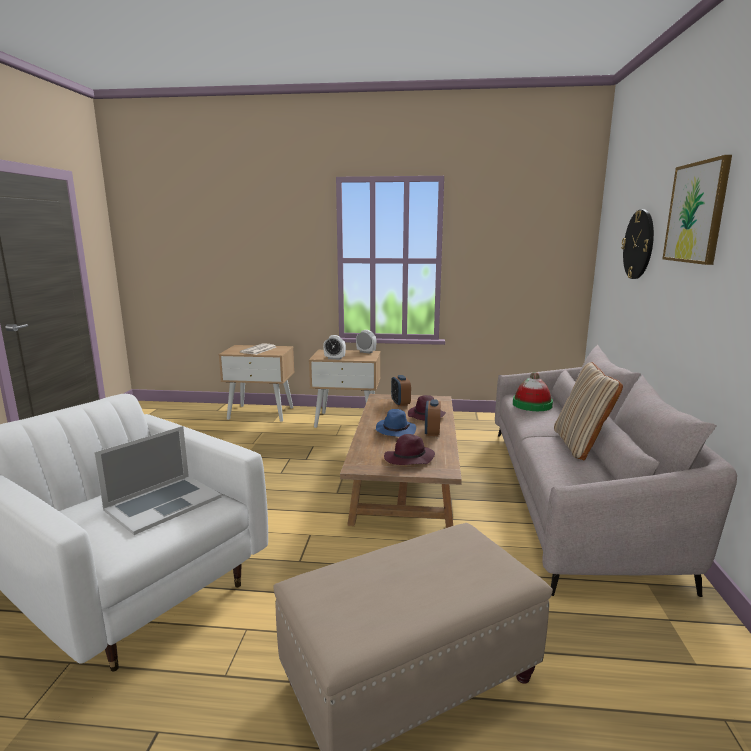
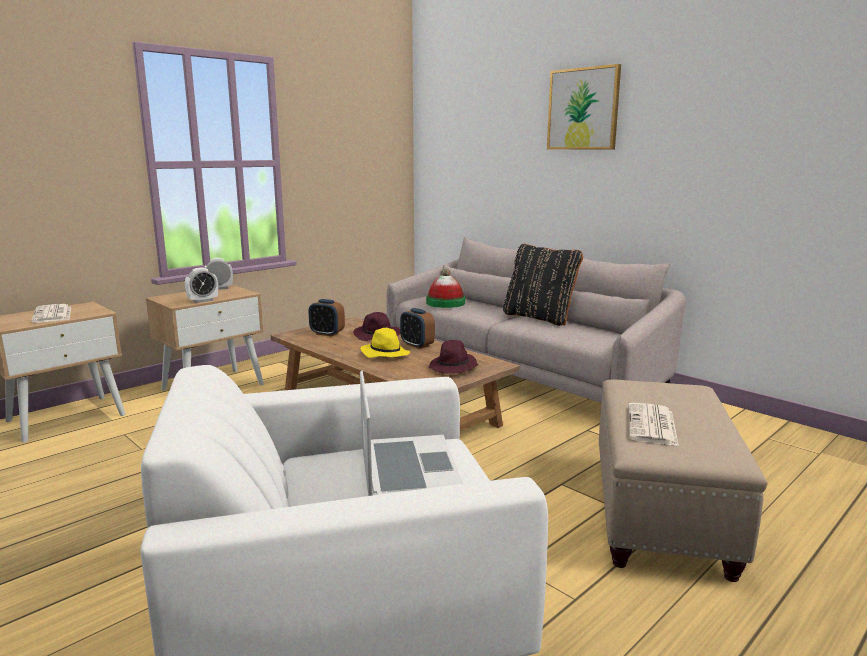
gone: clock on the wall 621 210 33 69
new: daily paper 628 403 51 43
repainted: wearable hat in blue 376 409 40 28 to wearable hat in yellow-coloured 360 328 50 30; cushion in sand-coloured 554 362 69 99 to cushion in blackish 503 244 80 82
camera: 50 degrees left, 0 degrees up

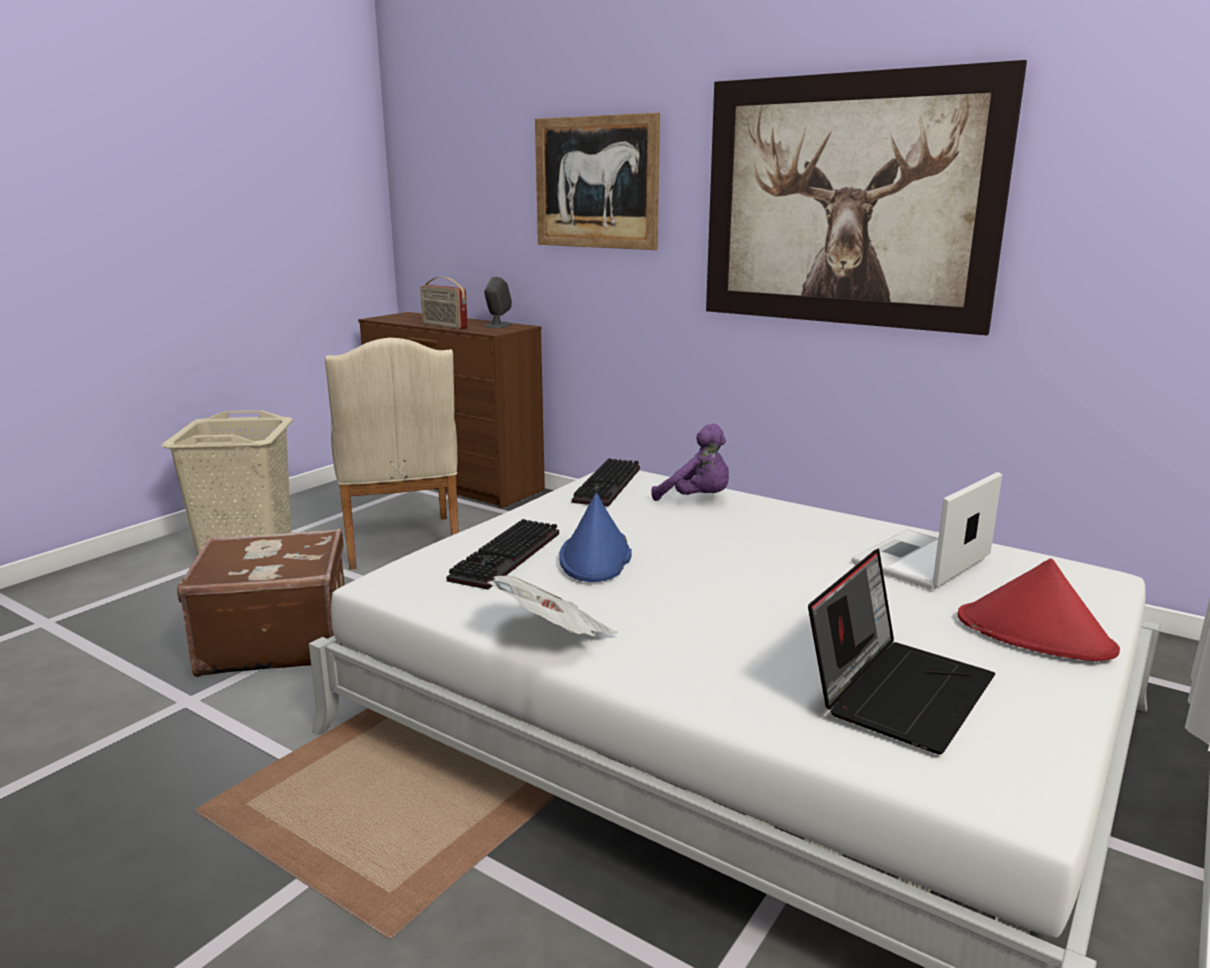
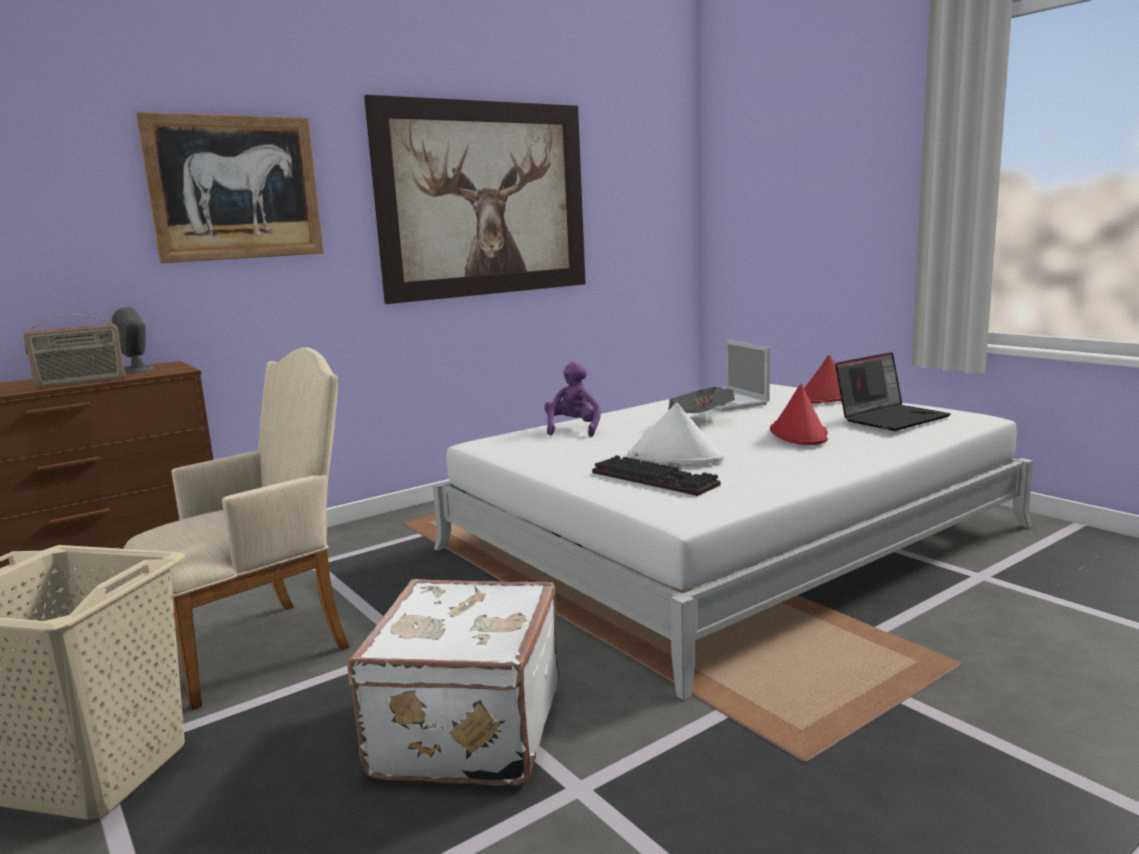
gone: keyboard 572 458 68 49
new: wearable hat in red-coloured 770 384 58 61
shifted: daily paper 488 576 130 61 to 668 387 67 26
repainted: travel case in brown-coloured 177 529 168 148 to travel case in whitish 347 579 212 207; wearable hat in blue 560 493 72 89 to wearable hat in whitish 628 403 97 61
rotated: lounge chair in sand-coloured 325 338 134 232 = 124 347 226 363 45 degrees counterclockwise; plush toy in purple-coloured 651 424 78 77 = 544 362 57 75 45 degrees counterclockwise; portable computer 808 549 187 205 = 835 352 116 79 90 degrees clockwise
camera: 70 degrees left, 5 degrees down

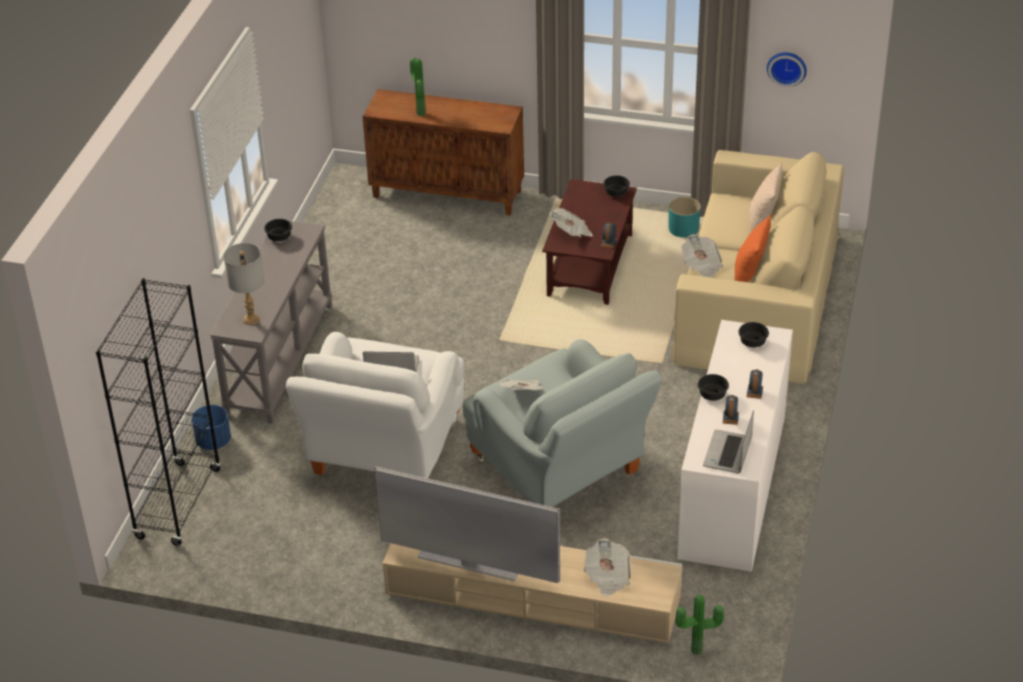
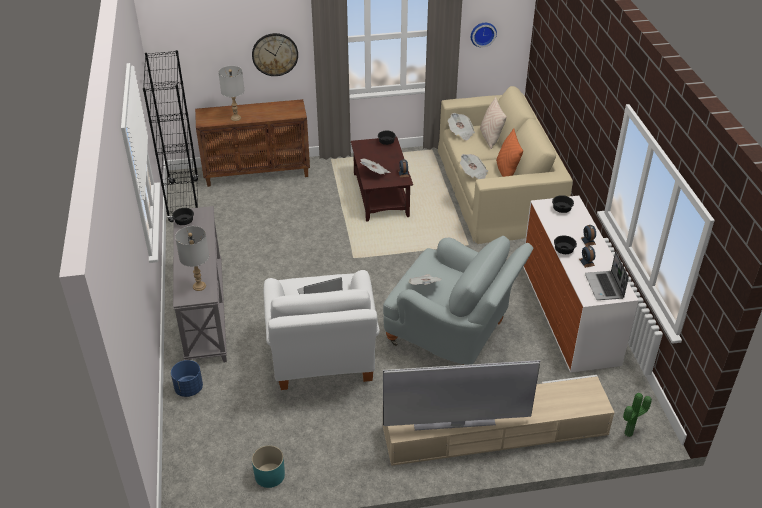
new: clock on the wall 252 33 46 43
shifted: shelving unit in blackish 96 278 125 268 to 143 50 56 172; daily paper 584 538 47 59 to 448 113 27 28; plant pot in turquoise 669 197 32 41 to 252 445 33 43
swapped: houseplant 410 58 16 58 to tabletop lamp in grey 218 66 26 55
camera: 25 degrees left, 0 degrees up

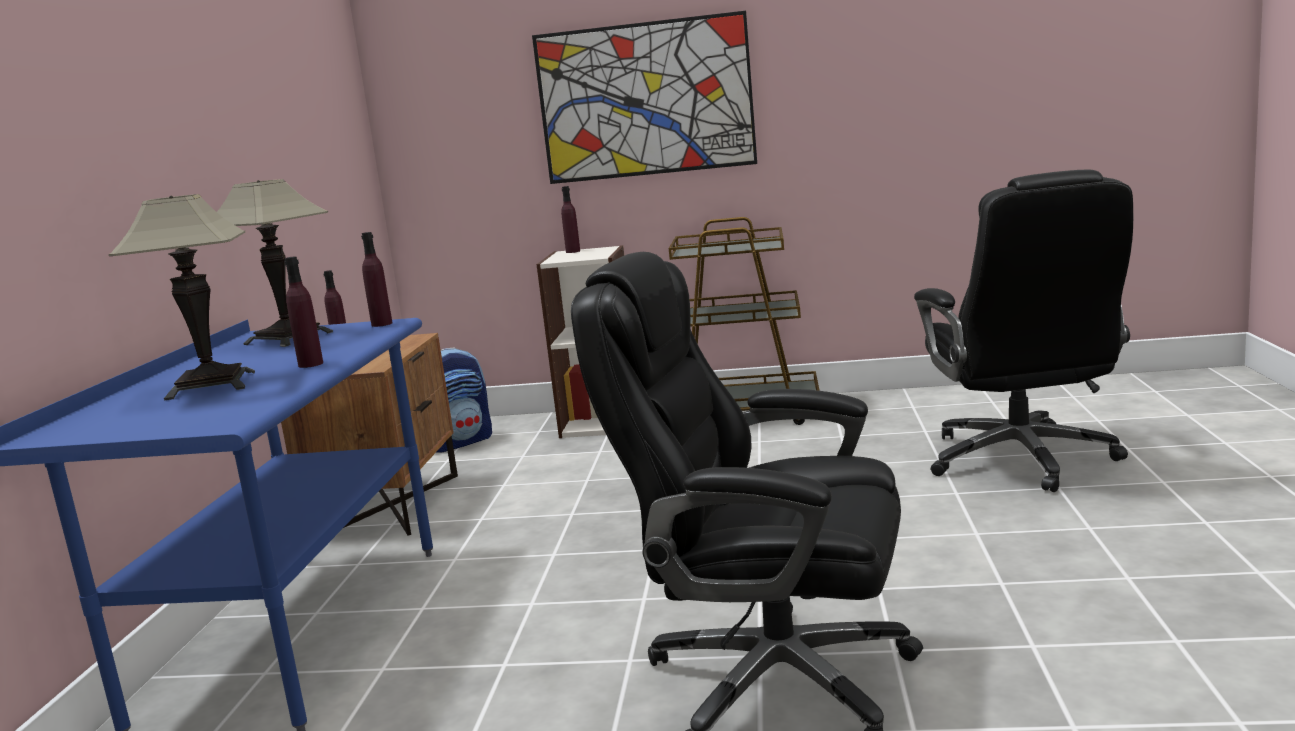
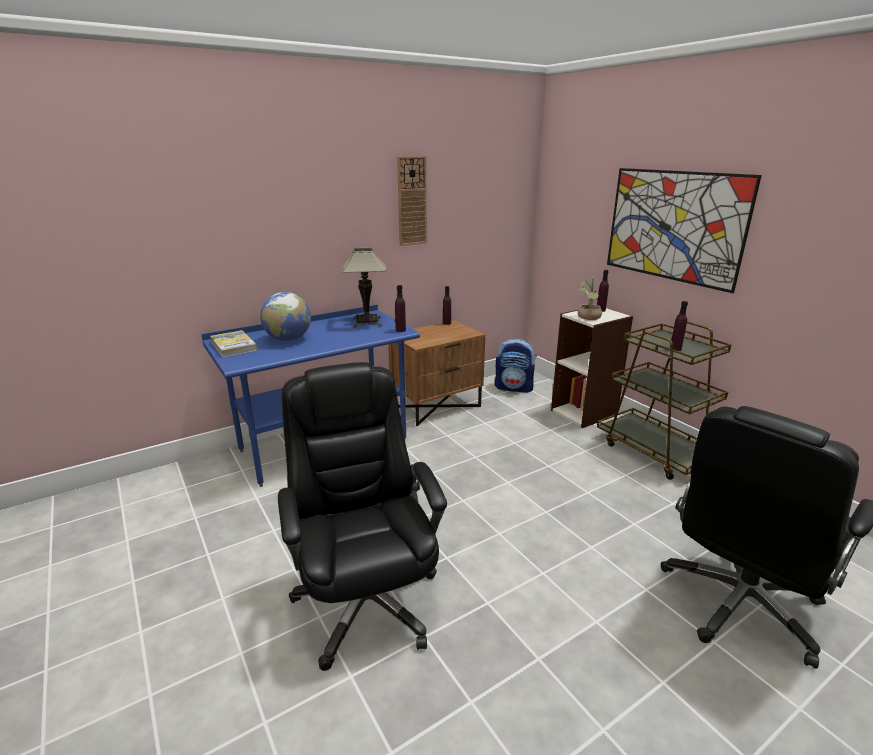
new: volume 210 330 47 27; clock on the wall 397 156 30 90; houseplant 578 278 24 42
shifted: beverage bottle in purple-coloured 284 256 39 112 to 670 301 18 50
swapped: tabletop lamp 109 194 146 207 to world globe 260 292 51 49
camera: 50 degrees right, 10 degrees up

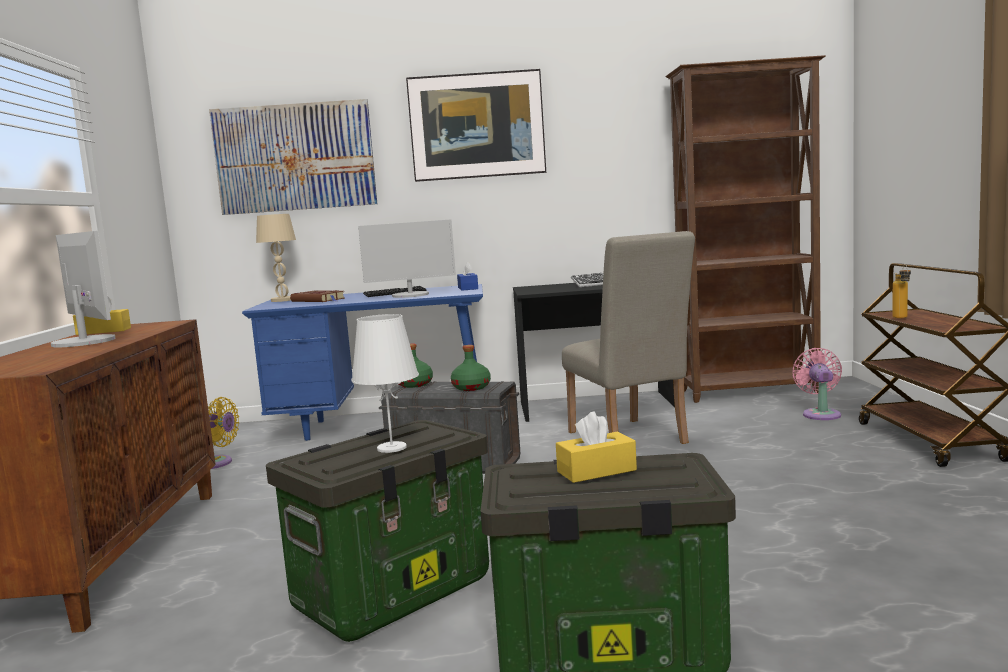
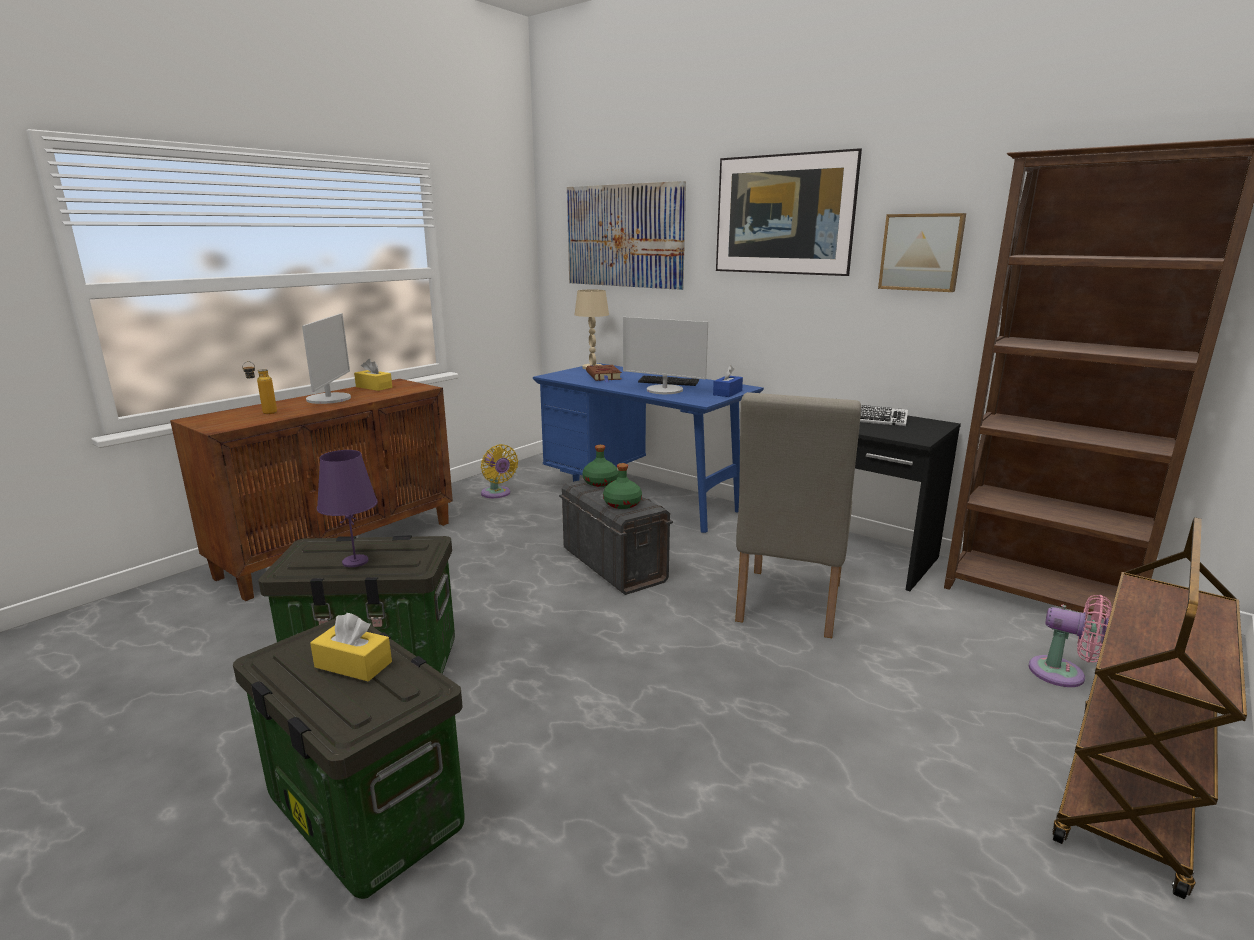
new: wall art 878 213 88 79
shifted: beverage bottle 892 264 19 54 to 242 361 35 53
repainted: tabletop lamp in whitish 351 314 68 139 to tabletop lamp in purple-coloured 317 450 61 117
rotated: cooling fan in pink-coloured 792 348 50 72 = 1029 595 83 92 75 degrees clockwise
camera: 40 degrees right, 10 degrees up

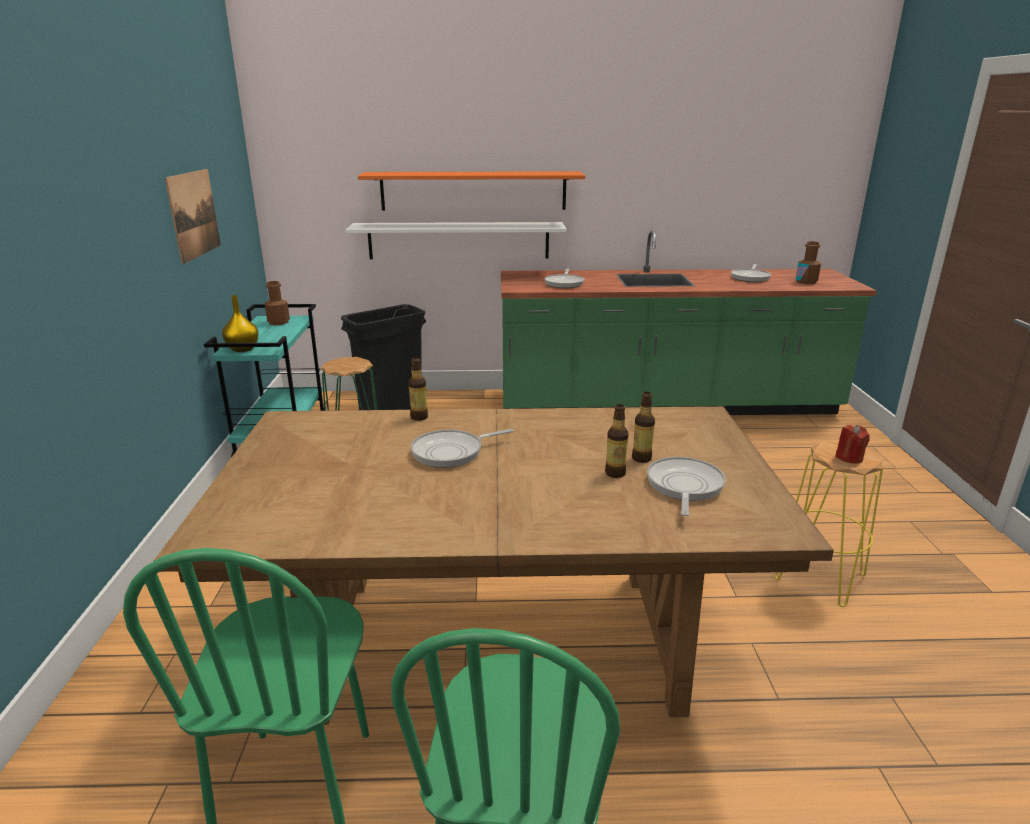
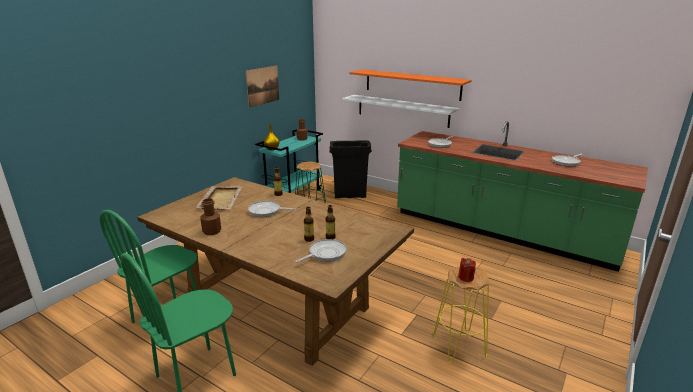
new: tray in sand-coloured 196 186 46 24
shifted: beverage bottle in brown-coloured 796 241 25 43 to 200 198 21 37
camera: 35 degrees right, 0 degrees up

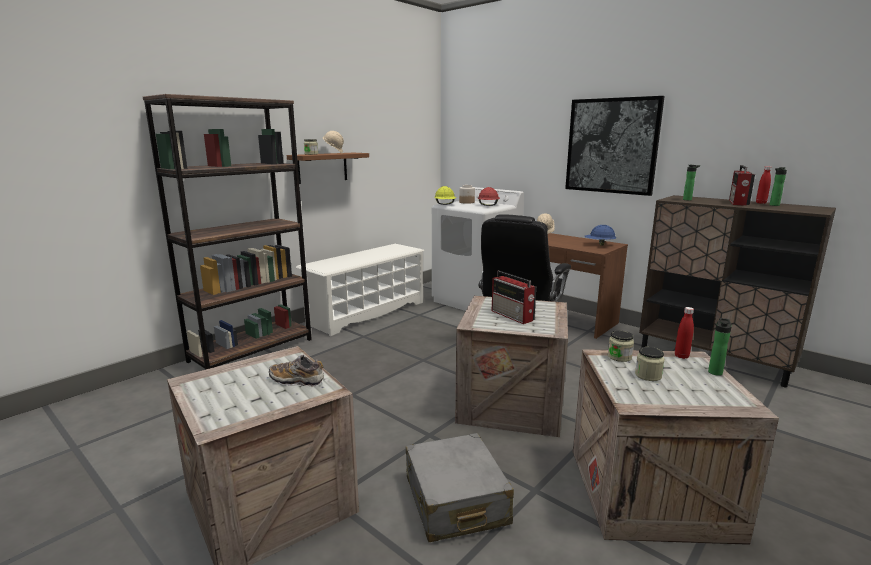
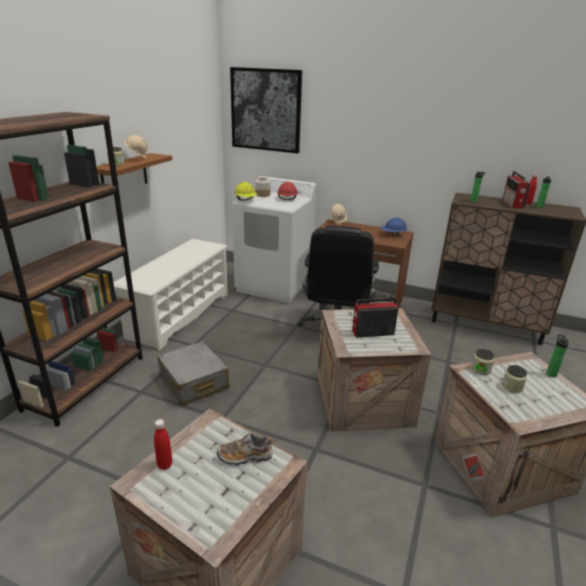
shifted: travel case in grey 406 433 108 109 to 157 341 73 65; wall art 565 96 100 100 to 230 67 72 86; beverage bottle in red-coloured 675 307 19 52 to 154 419 18 51
rotated: radio receiver 492 271 44 53 = 352 298 46 40 135 degrees clockwise
camera: 20 degrees left, 10 degrees up

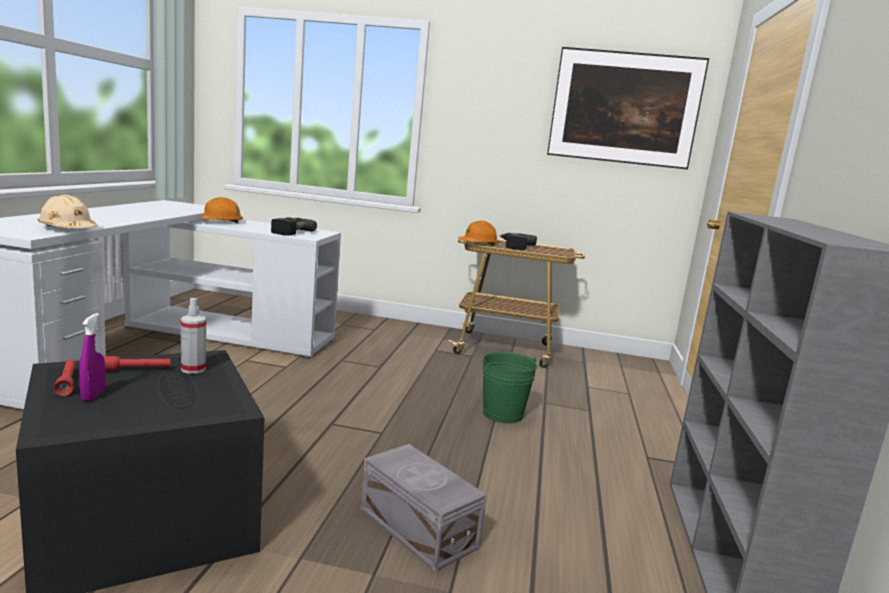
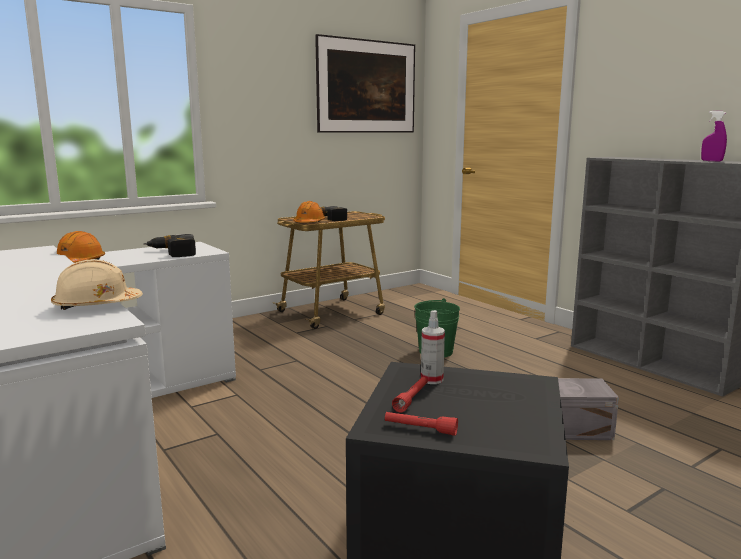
shifted: sprayer in purple-coloured 79 313 27 88 to 701 111 26 50
camera: 45 degrees left, 0 degrees up

